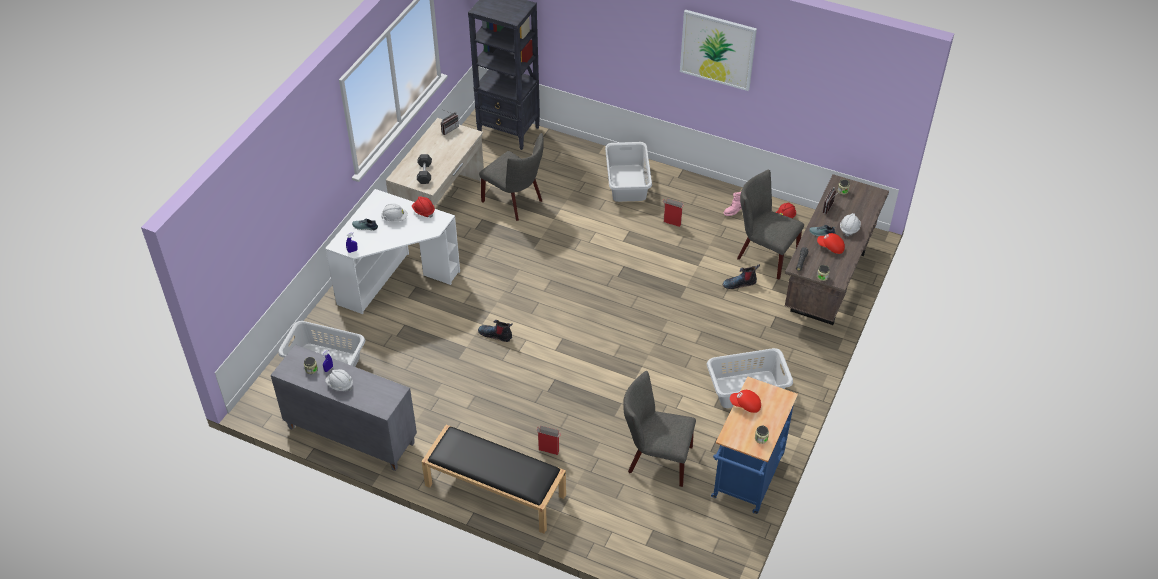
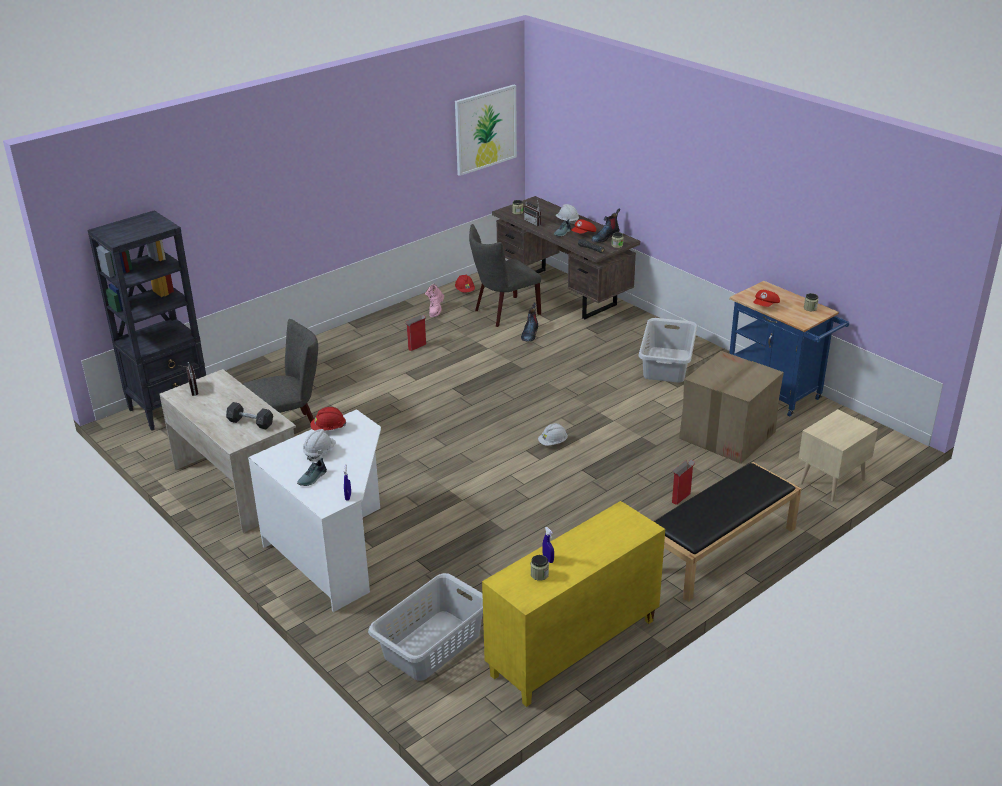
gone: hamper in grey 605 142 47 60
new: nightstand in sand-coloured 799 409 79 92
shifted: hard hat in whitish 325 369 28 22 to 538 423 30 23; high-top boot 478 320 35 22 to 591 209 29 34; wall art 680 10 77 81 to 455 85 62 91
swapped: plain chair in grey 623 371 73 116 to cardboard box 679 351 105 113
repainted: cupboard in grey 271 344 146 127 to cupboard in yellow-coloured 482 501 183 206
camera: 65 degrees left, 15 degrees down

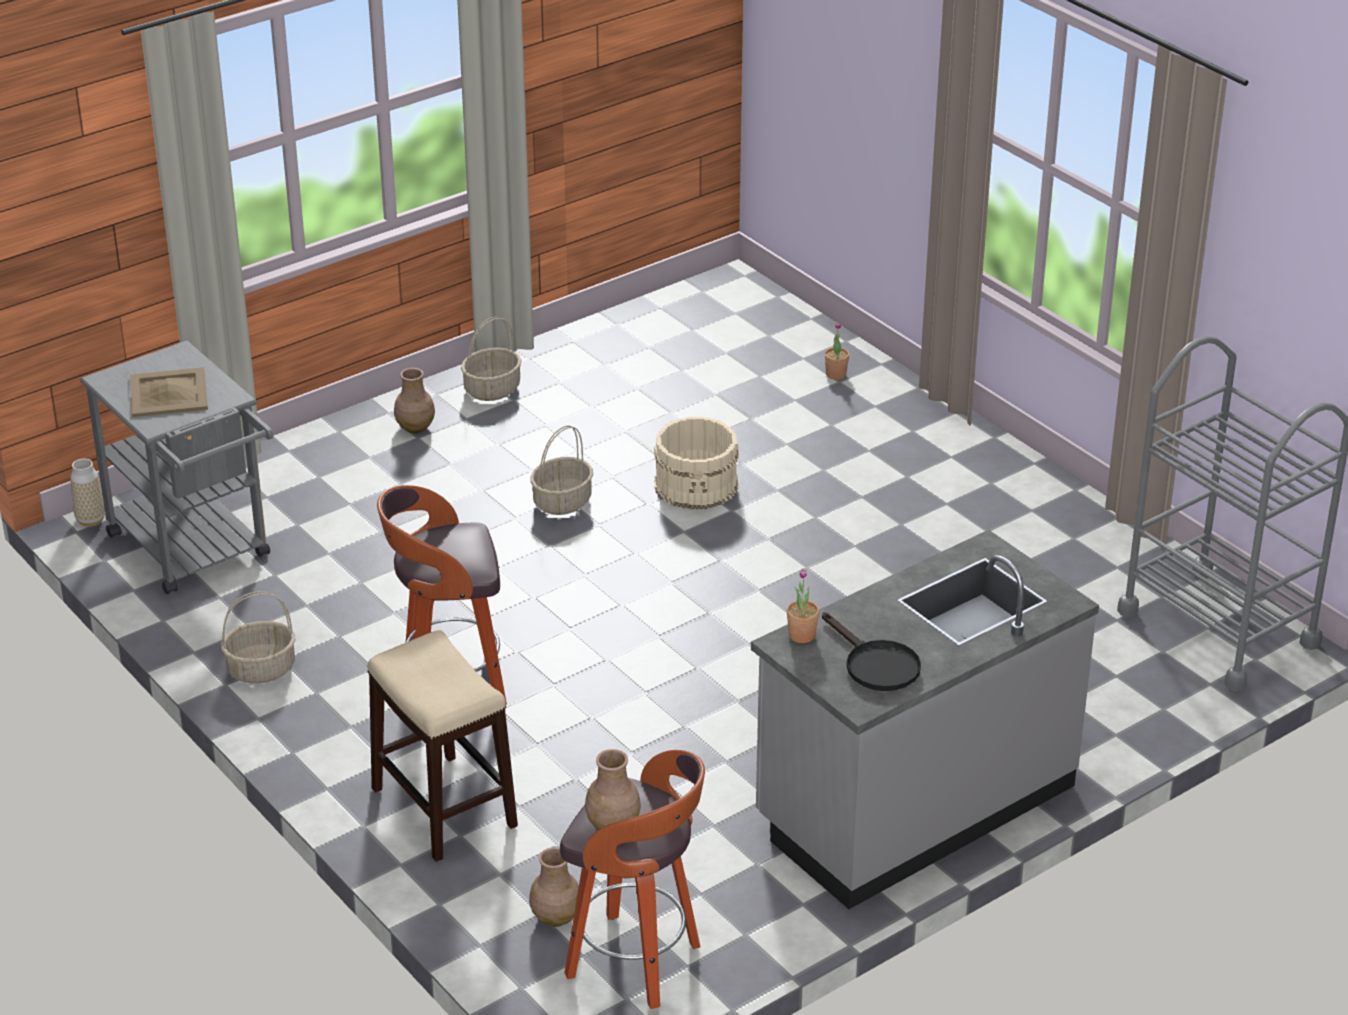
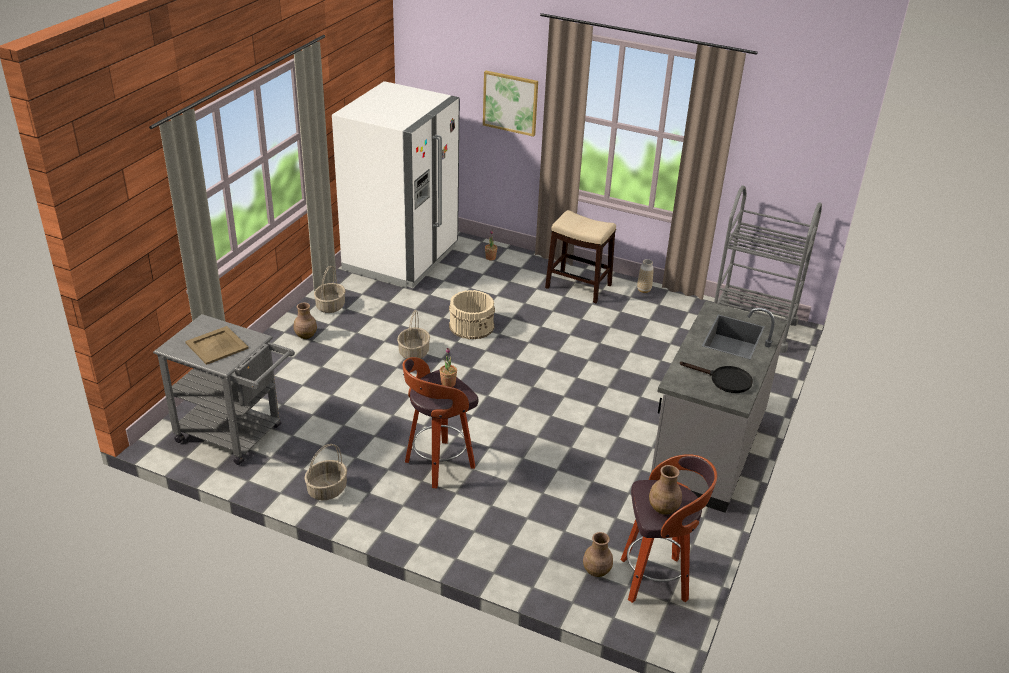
new: fridge in whitish 332 81 128 207; wall art 483 71 55 66
shifted: vase 71 459 34 68 to 637 259 17 34; stool 367 630 151 232 to 545 210 71 93; houseplant 787 568 32 75 to 440 348 17 39
camera: 30 degrees left, 0 degrees up

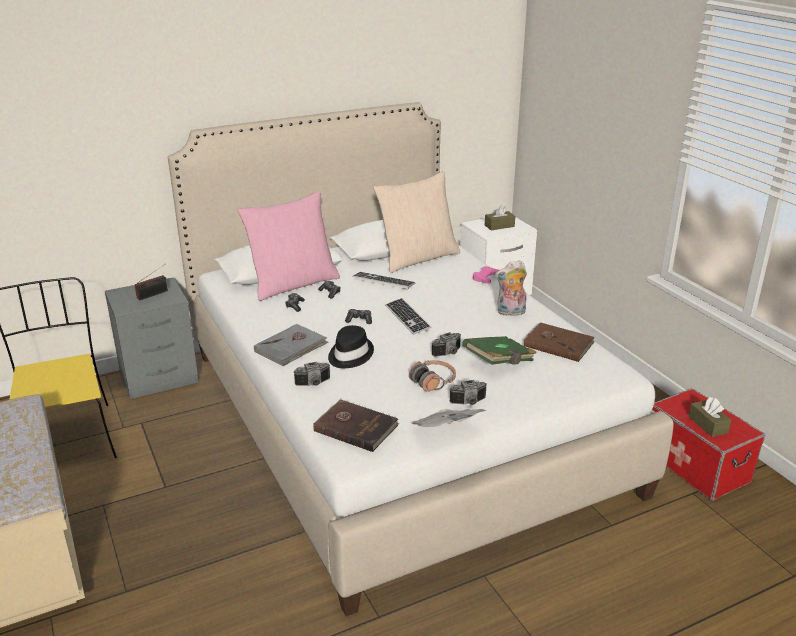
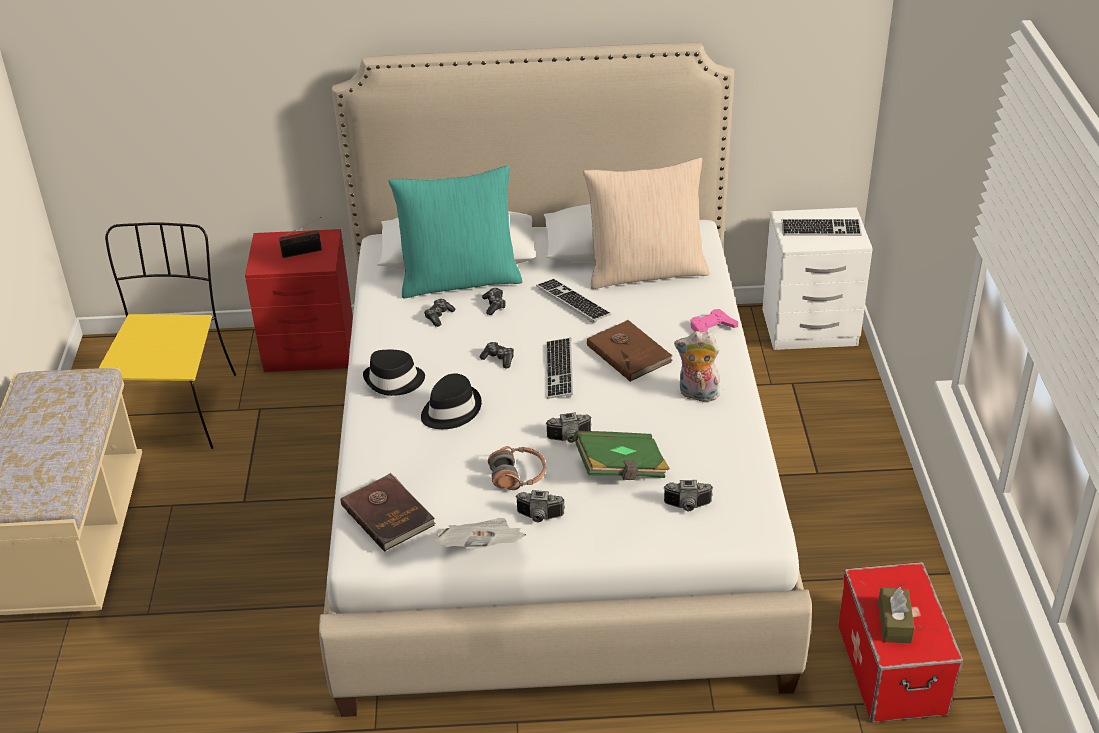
shifted: still camera 293 362 37 24 to 663 480 50 31; volume in brown-coloured 524 322 71 40 to 587 320 86 62
swapped: volume in grey 254 324 75 42 to wearable hat in blackish 363 350 62 46; box of tissues in brown-coloured 485 205 30 25 to keyboard 782 219 80 17
repainted: nightstand in grey 105 277 93 122 to nightstand in red-coloured 245 229 108 143; cushion in pink-coloured 238 191 102 110 to cushion in turquoise 389 165 133 133
camera: 25 degrees right, 10 degrees up

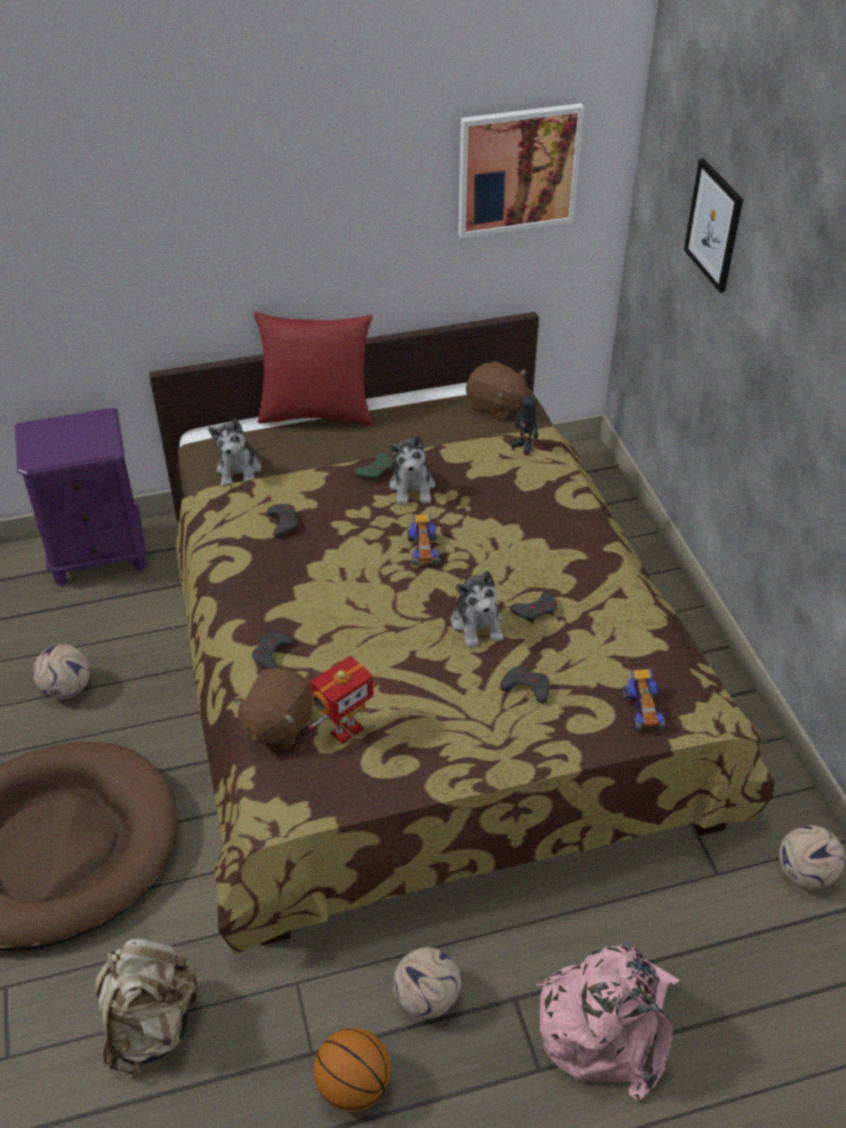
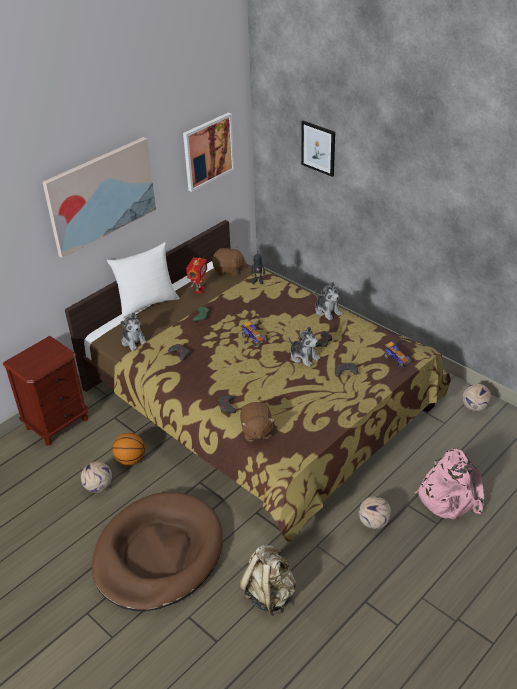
new: wall art 43 137 113 121
shifted: toy robot 308 656 69 88 to 186 257 21 37; basketball ball 314 1028 77 83 to 112 433 33 32; plush toy 388 435 47 70 to 315 282 27 38
repainted: nightstand in purple-coloured 15 408 131 178 to nightstand in brown-coloured 3 336 85 109; cushion in red-coloured 253 312 121 114 to cushion in whitish 107 242 73 76
camera: 30 degrees left, 5 degrees down

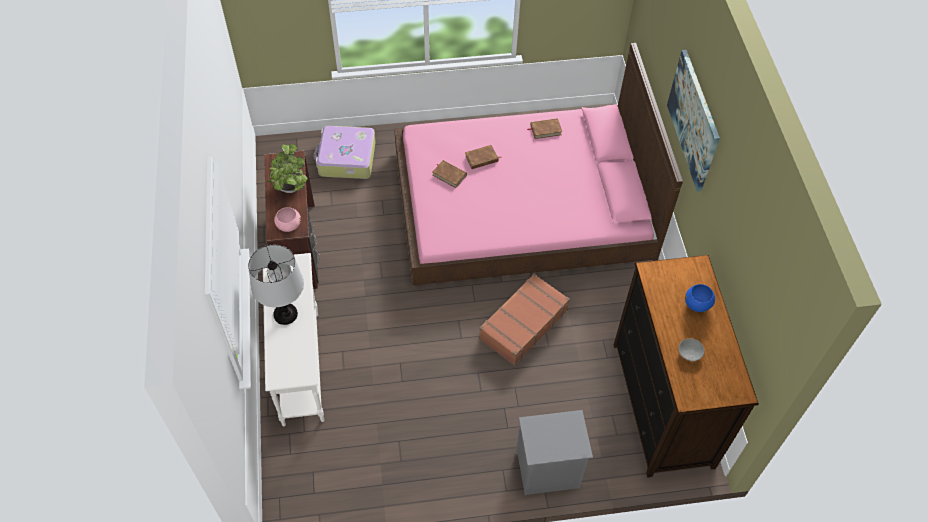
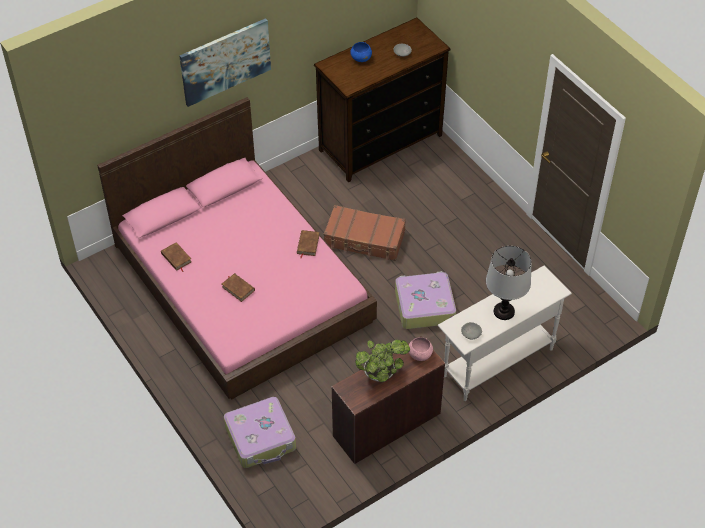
gone: nightstand in grey 516 410 77 85
new: travel case 395 271 61 58
shifted: volume in brown-coloured 433 160 34 28 to 297 230 22 28
camera: 115 degrees left, 5 degrees down

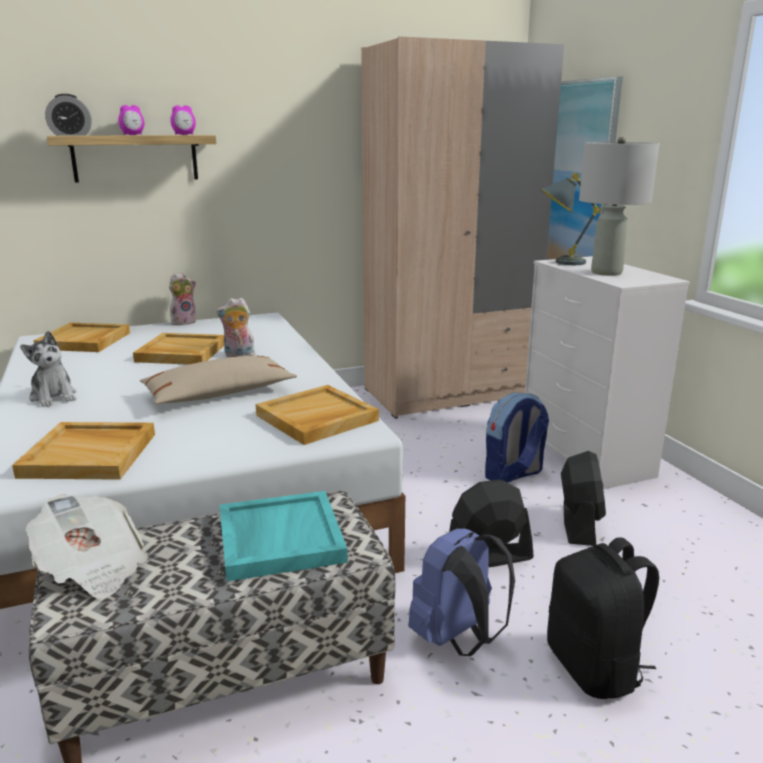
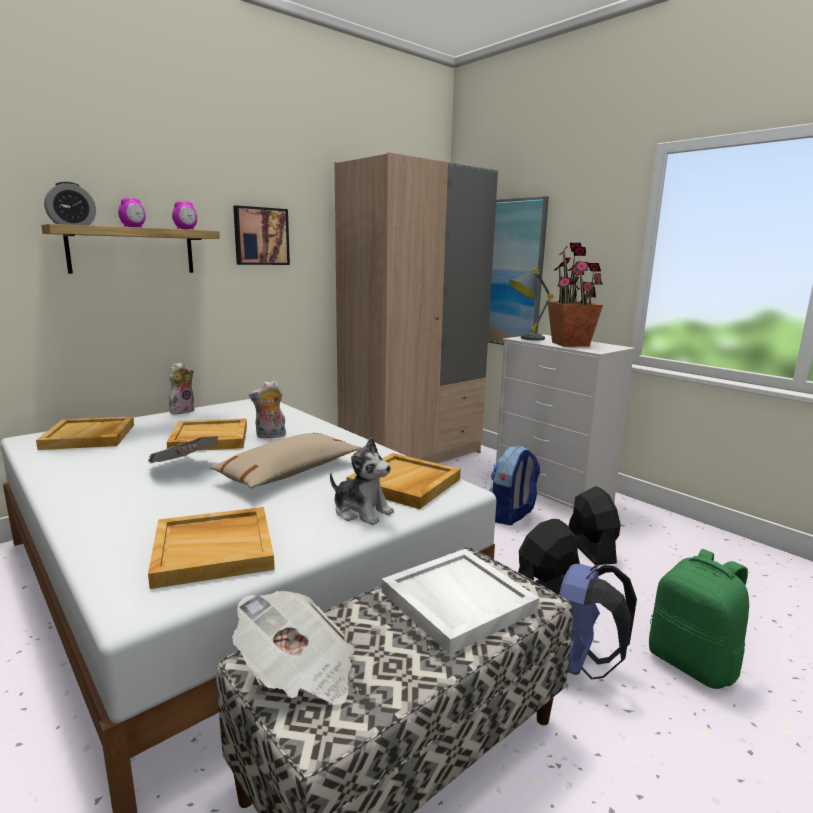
new: daily paper 148 436 70 27; wall art 233 205 57 60
shifted: plush toy 20 331 56 76 to 330 437 64 88
swapped: tabletop lamp in grey 579 137 80 139 to houseplant 547 243 56 104
repainted: tray in turquoise 220 491 128 90 to tray in whitish 382 549 157 106; knapsack in blackish 547 537 112 162 to knapsack in green 649 549 100 140
camera: 20 degrees left, 5 degrees down

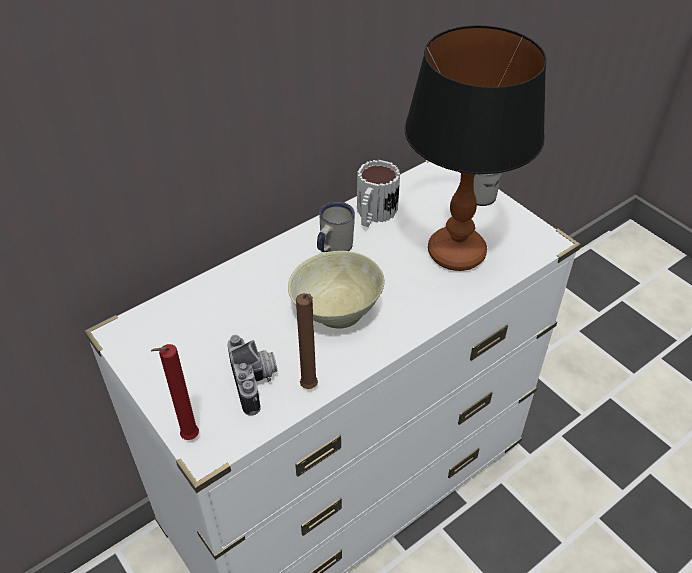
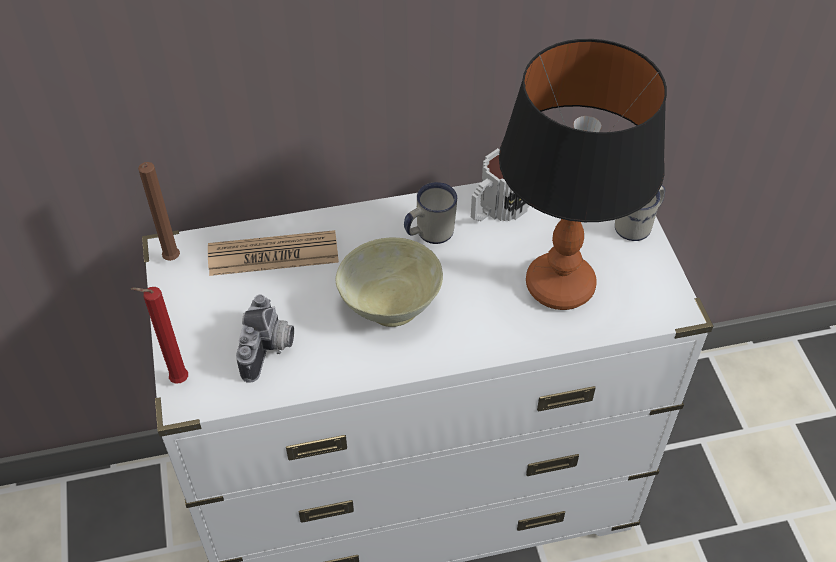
new: daily paper 208 230 131 46
shifted: wax light in brown-coloured 296 293 22 96 to 138 162 42 99
camera: 25 degrees right, 5 degrees up

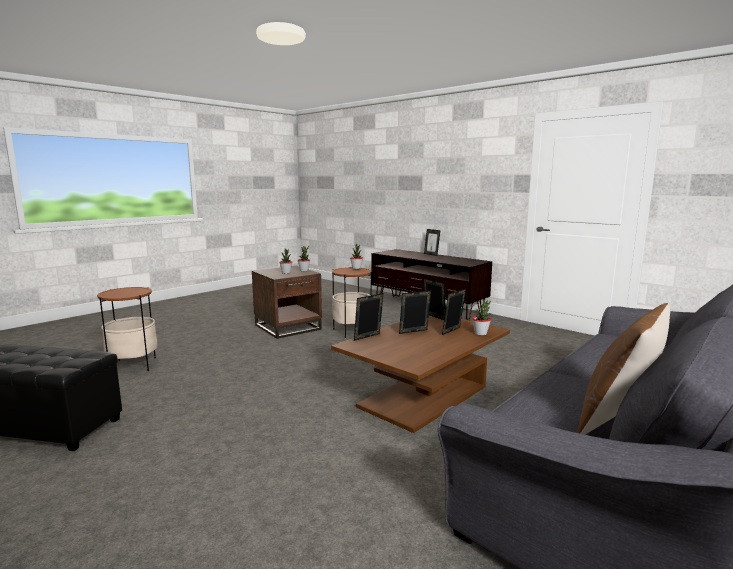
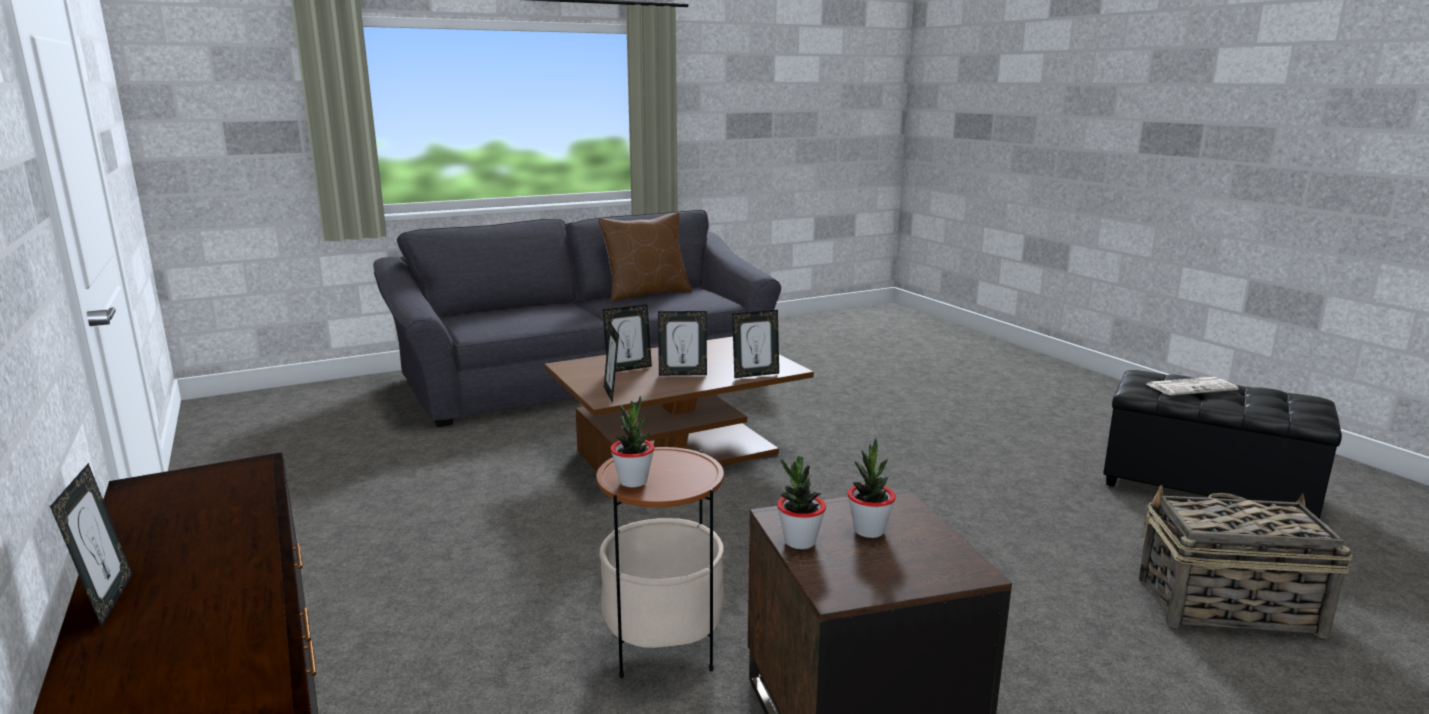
gone: houseplant 472 299 20 36
new: daily paper 1147 377 91 19
swapped: accent table 97 287 60 84 to basket 1139 485 214 154
camera: 160 degrees left, 5 degrees up

